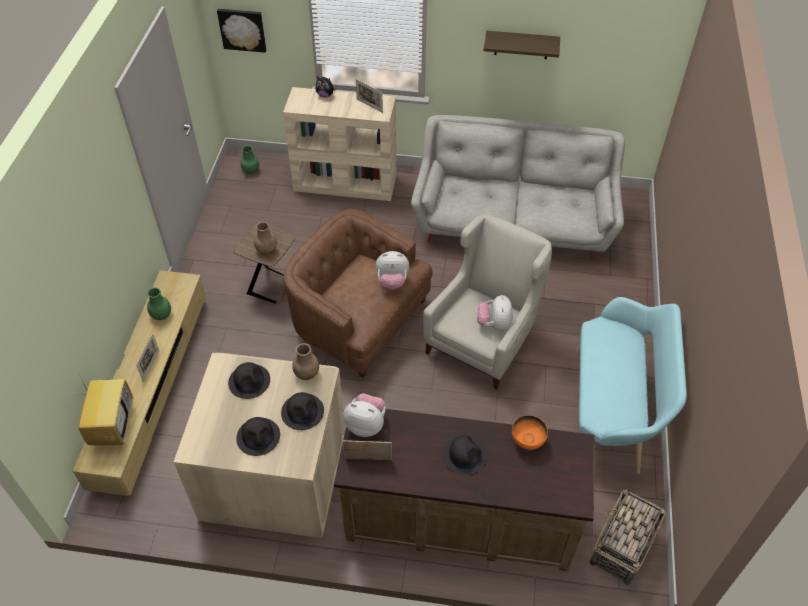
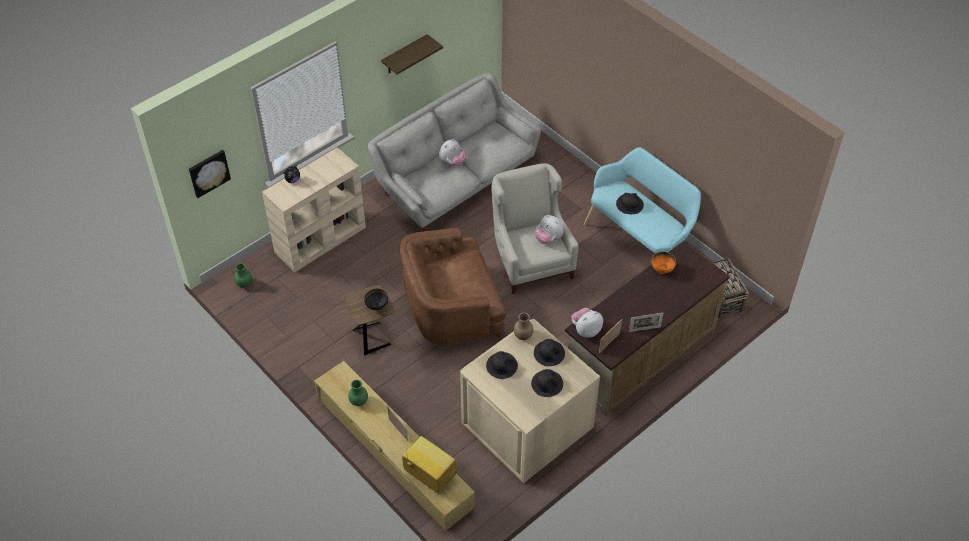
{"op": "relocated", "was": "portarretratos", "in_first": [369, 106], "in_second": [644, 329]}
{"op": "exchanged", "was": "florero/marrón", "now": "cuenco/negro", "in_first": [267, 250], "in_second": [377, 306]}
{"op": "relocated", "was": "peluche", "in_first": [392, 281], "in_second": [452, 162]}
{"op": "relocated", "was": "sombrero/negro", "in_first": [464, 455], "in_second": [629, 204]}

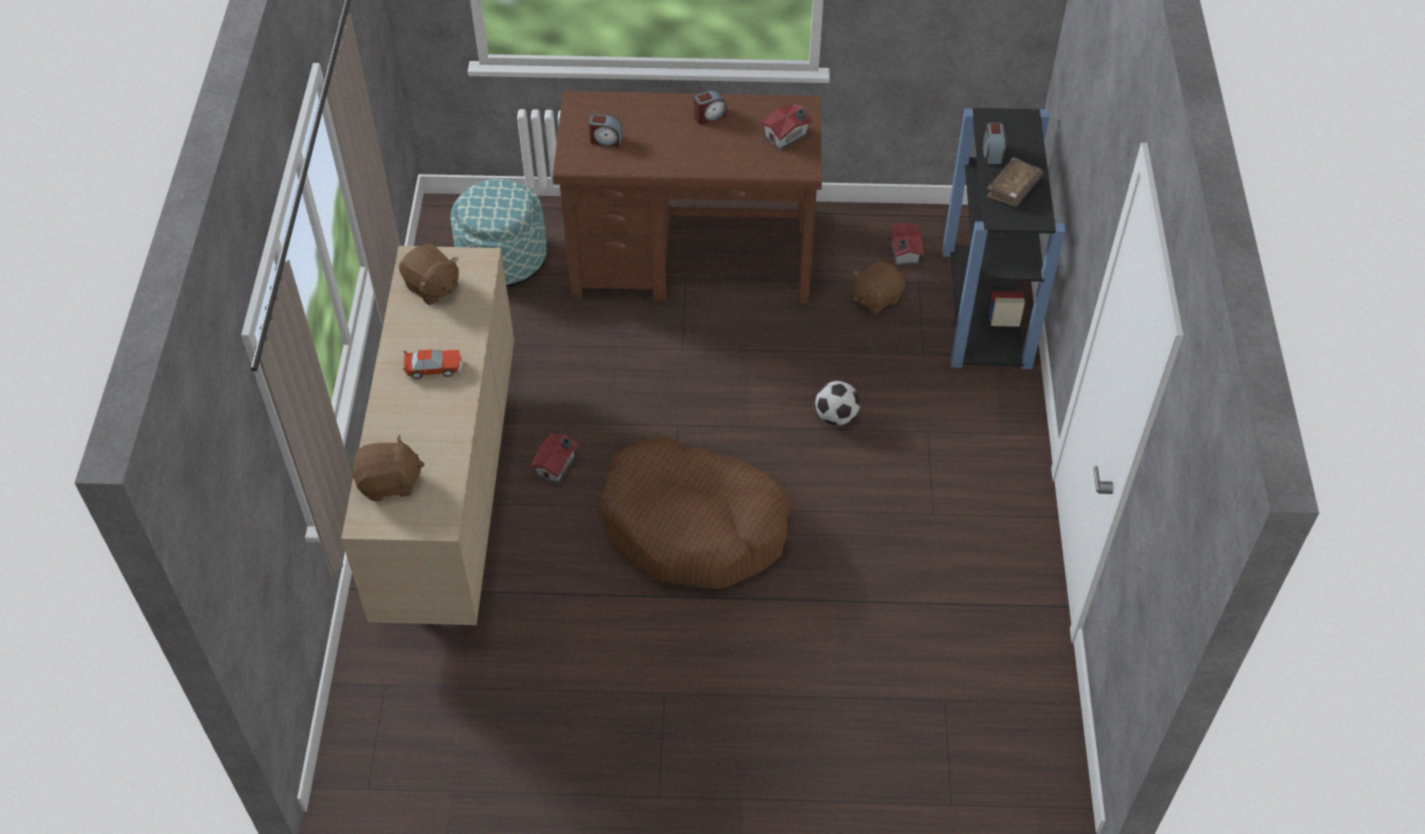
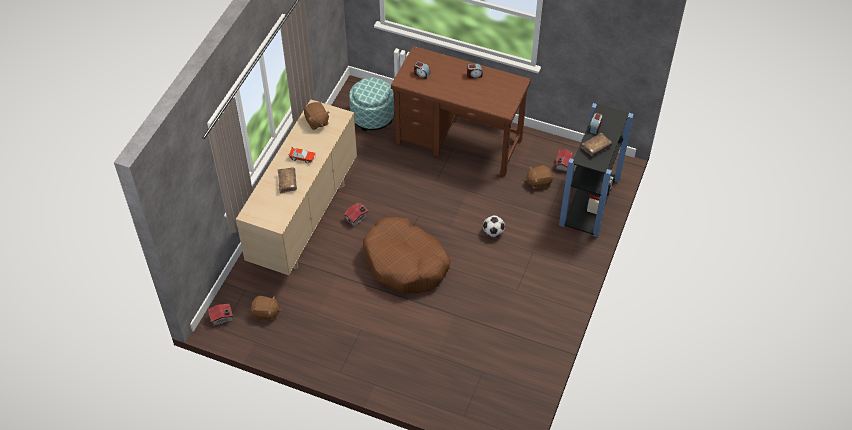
{"op": "relocated", "was": "casita", "in_first": [787, 136], "in_second": [222, 318]}
{"op": "relocated", "was": "peluche/marrón", "in_first": [389, 483], "in_second": [266, 313]}
{"op": "appeared", "now": "libro/marrón", "in_second": [287, 182]}

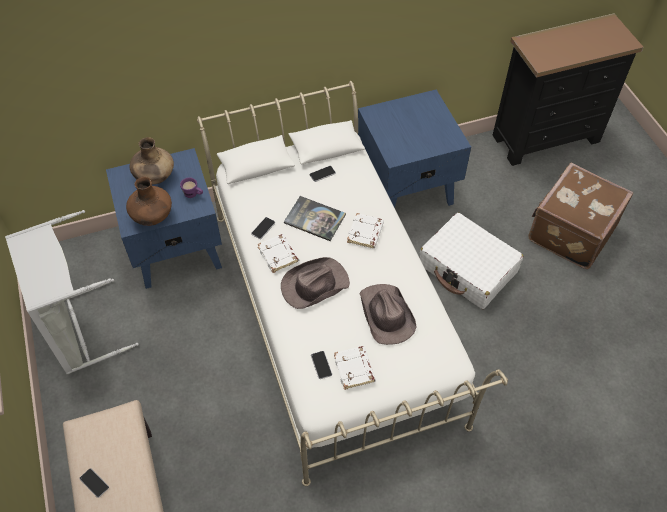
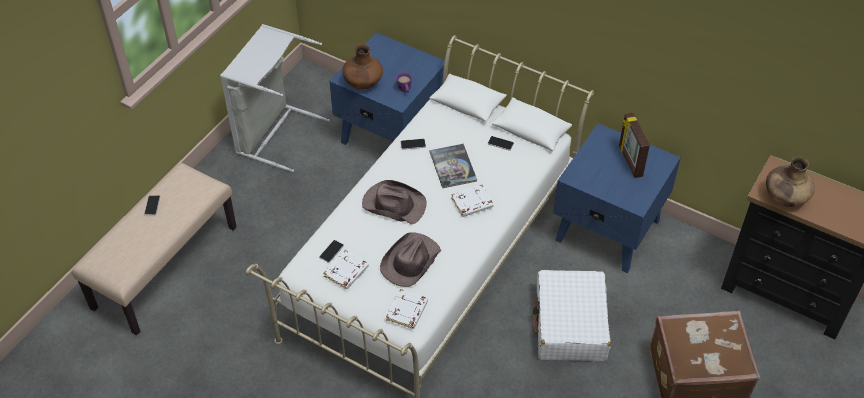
{"op": "relocated", "was": "florero/marrón", "in_first": [154, 177], "in_second": [784, 198]}
{"op": "relocated", "was": "libro/blanco", "in_first": [279, 255], "in_second": [407, 312]}
{"op": "appeared", "now": "portarretratos", "in_second": [629, 161]}

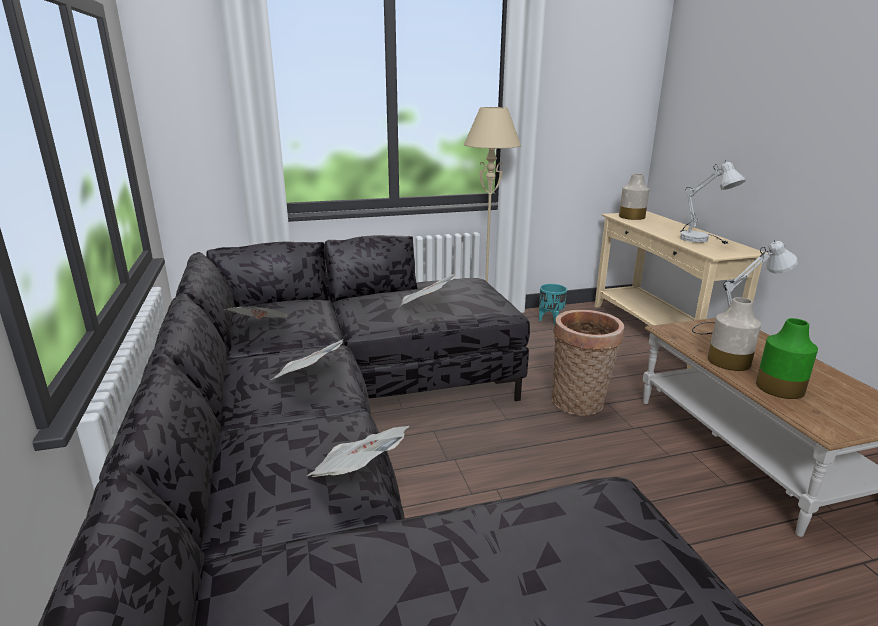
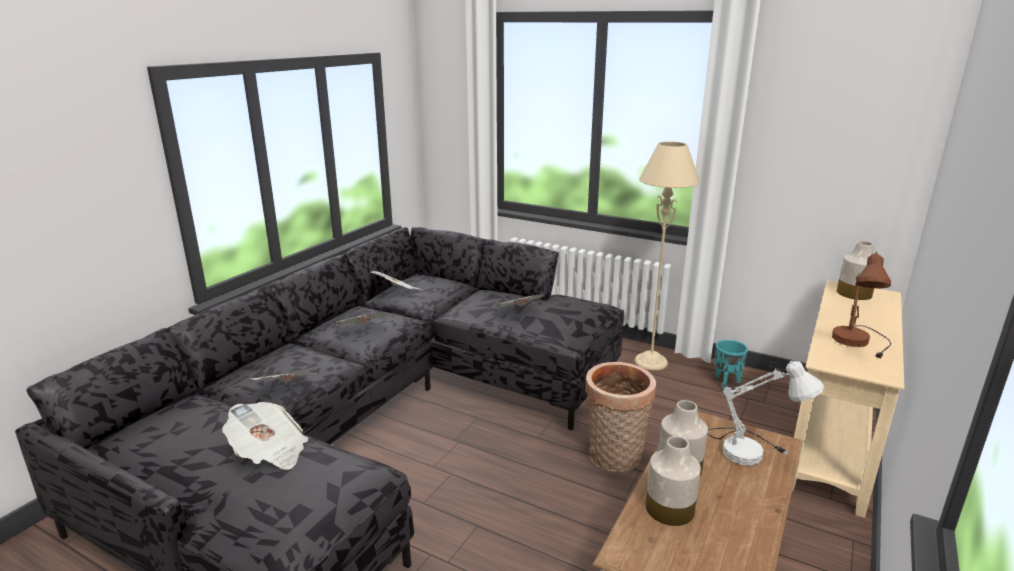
{"op": "colour", "was": "lámpara de mesa/blanco", "now": "lámpara de mesa/marrón", "in_first": [703, 240], "in_second": [861, 344]}
{"op": "colour", "was": "florero/verde", "now": "florero/beis", "in_first": [780, 387], "in_second": [670, 508]}
{"op": "appeared", "now": "periódico", "in_second": [270, 452]}

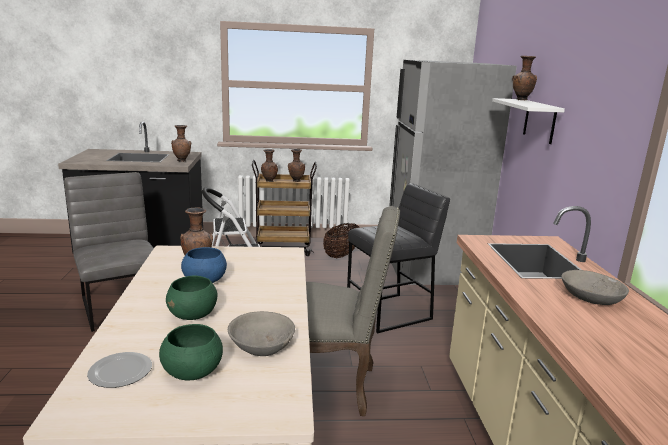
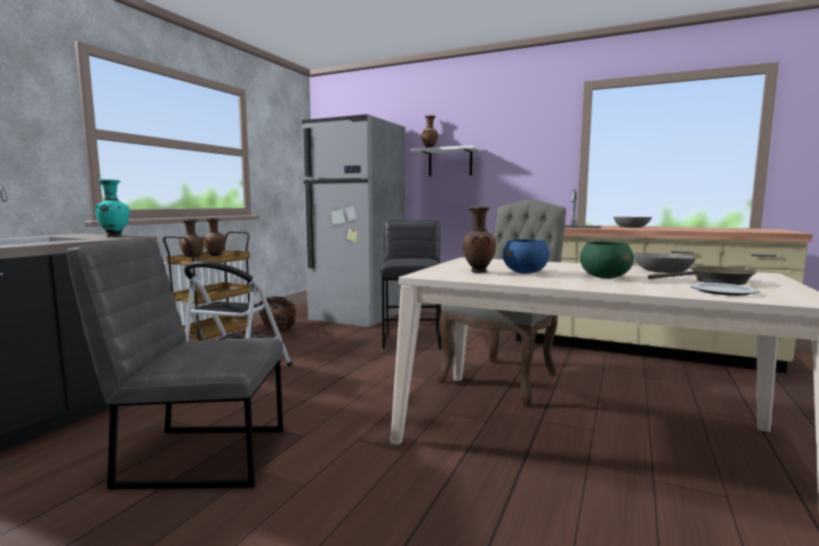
{"op": "colour", "was": "florero/marrón", "now": "florero/turquesa", "in_first": [182, 160], "in_second": [114, 236]}
{"op": "exchanged", "was": "cuenco/verde", "now": "sartén/marrón", "in_first": [192, 373], "in_second": [715, 281]}

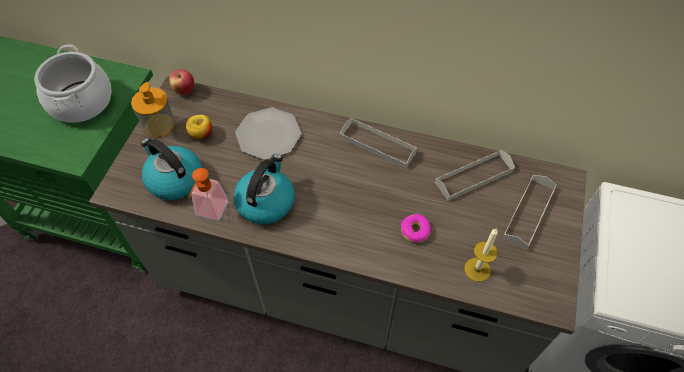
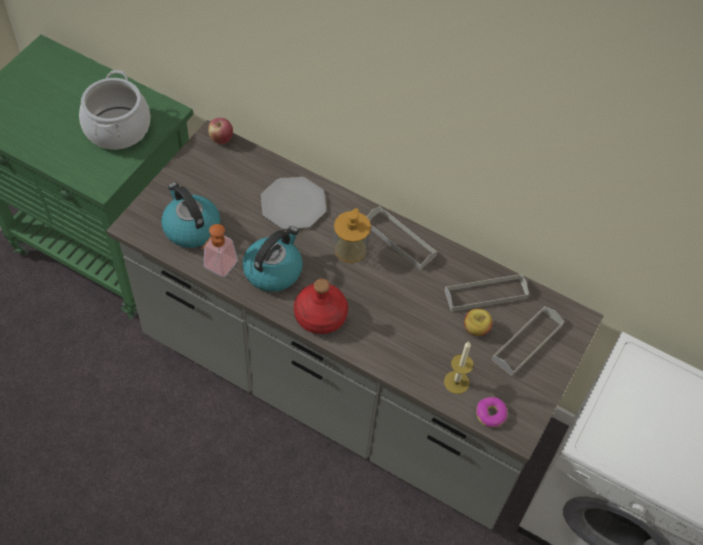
{"op": "relocated", "was": "dispensador de jabón", "in_first": [159, 125], "in_second": [350, 249]}
{"op": "relocated", "was": "manzana", "in_first": [201, 134], "in_second": [476, 329]}
{"op": "relocated", "was": "rosquilla", "in_first": [415, 231], "in_second": [490, 414]}
{"op": "appeared", "now": "botella/rojo", "in_second": [320, 316]}

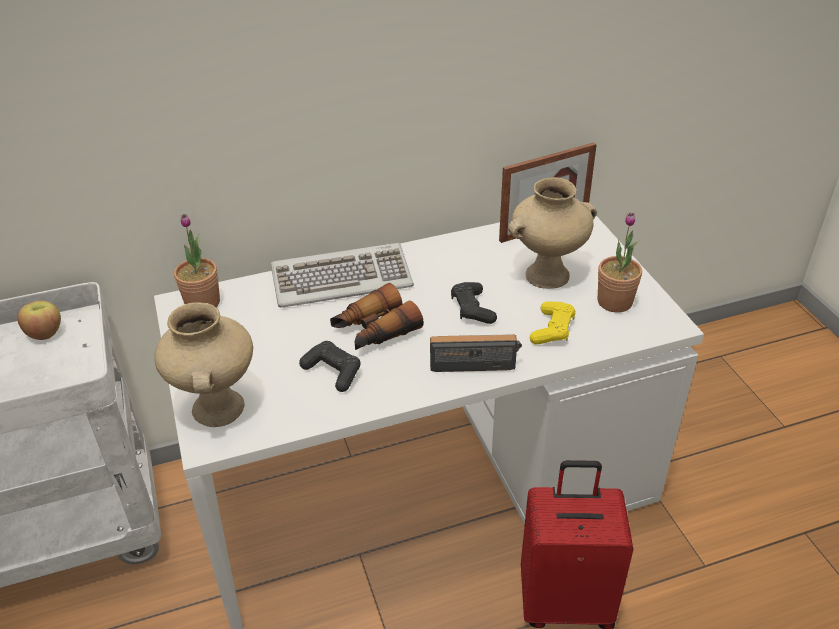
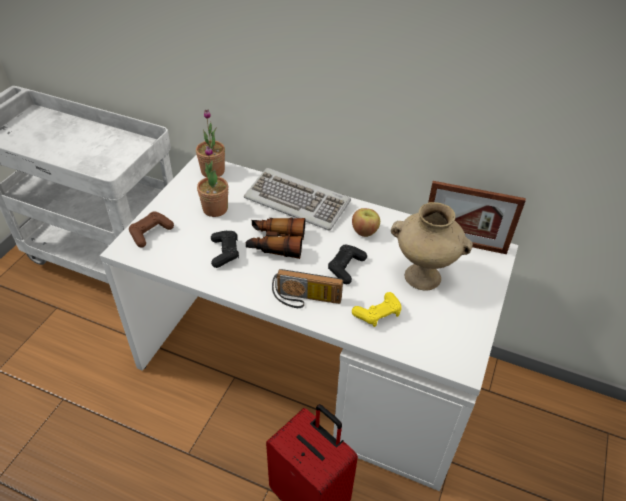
{"op": "relocated", "was": "planta en maceta", "in_first": [614, 302], "in_second": [215, 209]}
{"op": "relocated", "was": "manzana", "in_first": [45, 333], "in_second": [365, 231]}
{"op": "exchanged", "was": "florero/beis", "now": "mando de consola/marrón", "in_first": [217, 407], "in_second": [150, 233]}
{"op": "spun", "was": "radio", "in_first": [475, 361], "in_second": [305, 300], "clockwise": 150}

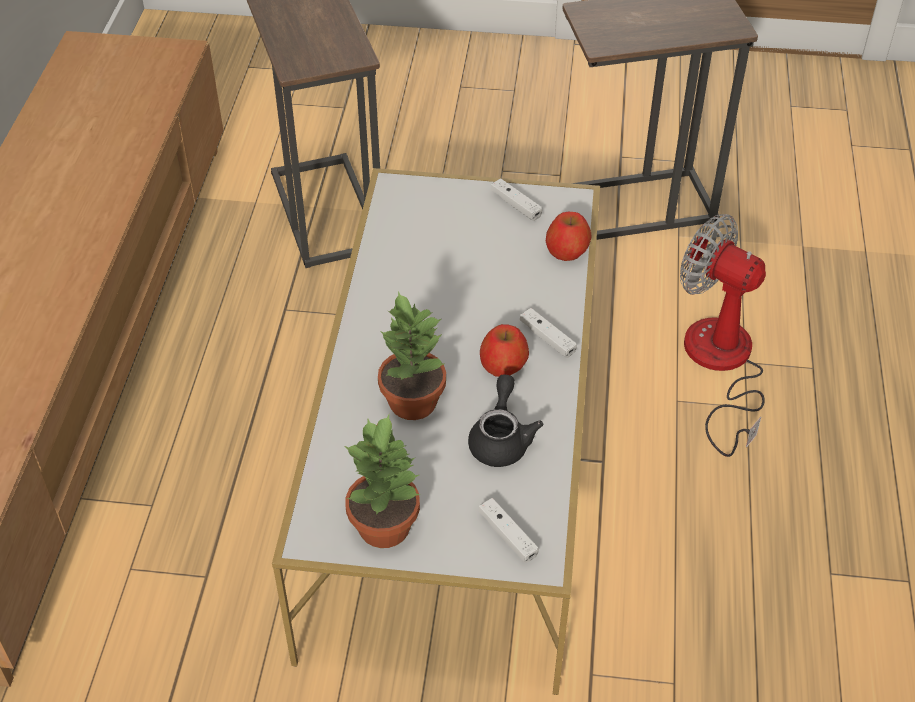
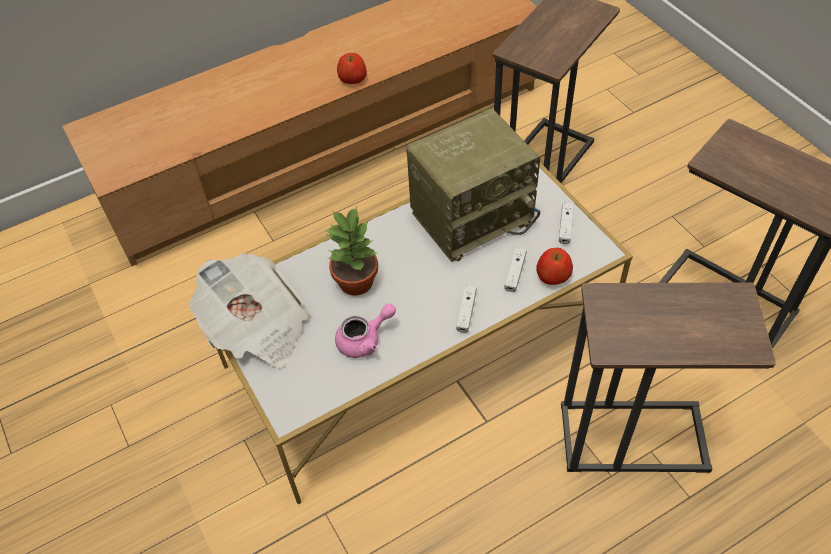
{"op": "exchanged", "was": "ventilador", "now": "mesa auxiliar/marrón", "in_first": [720, 365], "in_second": [632, 438]}
{"op": "relocated", "was": "manzana", "in_first": [503, 365], "in_second": [352, 79]}
{"op": "colour", "was": "tetera/negro", "now": "tetera/rosa", "in_first": [501, 439], "in_second": [364, 340]}
{"op": "exchanged", "was": "planta en maceta", "now": "periódico", "in_first": [386, 526], "in_second": [256, 328]}
{"op": "relocated", "was": "mando de consola/blanco", "in_first": [507, 535], "in_second": [515, 273]}
{"op": "appeared", "now": "radio", "in_second": [472, 216]}

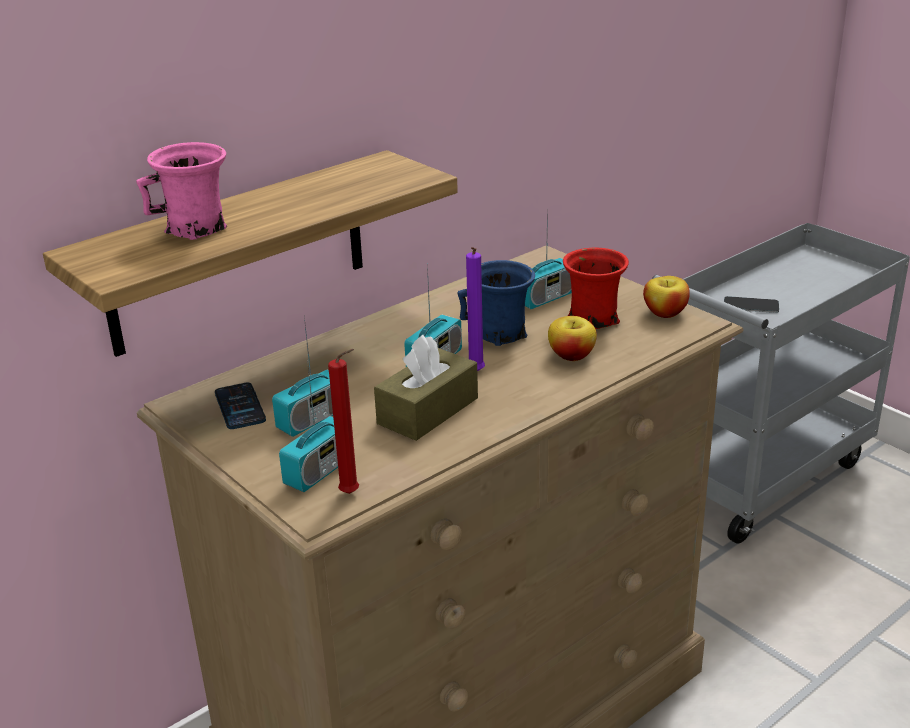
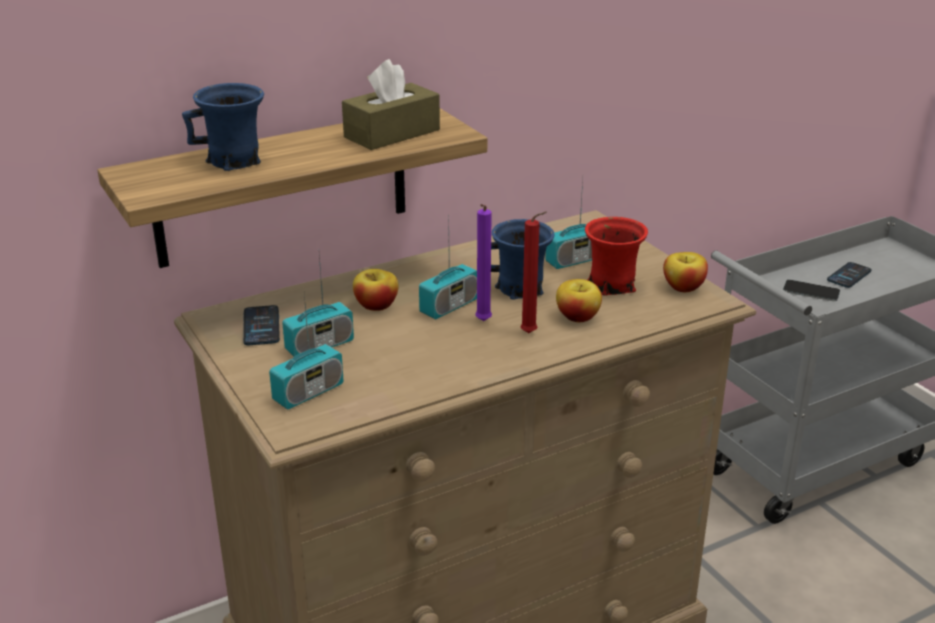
{"op": "colour", "was": "taza grande/rosa", "now": "taza grande/azul", "in_first": [197, 229], "in_second": [235, 161]}
{"op": "relocated", "was": "caja de pañuelos/marrón", "in_first": [428, 411], "in_second": [392, 133]}
{"op": "relocated", "was": "vela/rojo", "in_first": [352, 494], "in_second": [531, 334]}
{"op": "appeared", "now": "móvil", "in_second": [849, 276]}
{"op": "appeared", "now": "manzana", "in_second": [376, 305]}

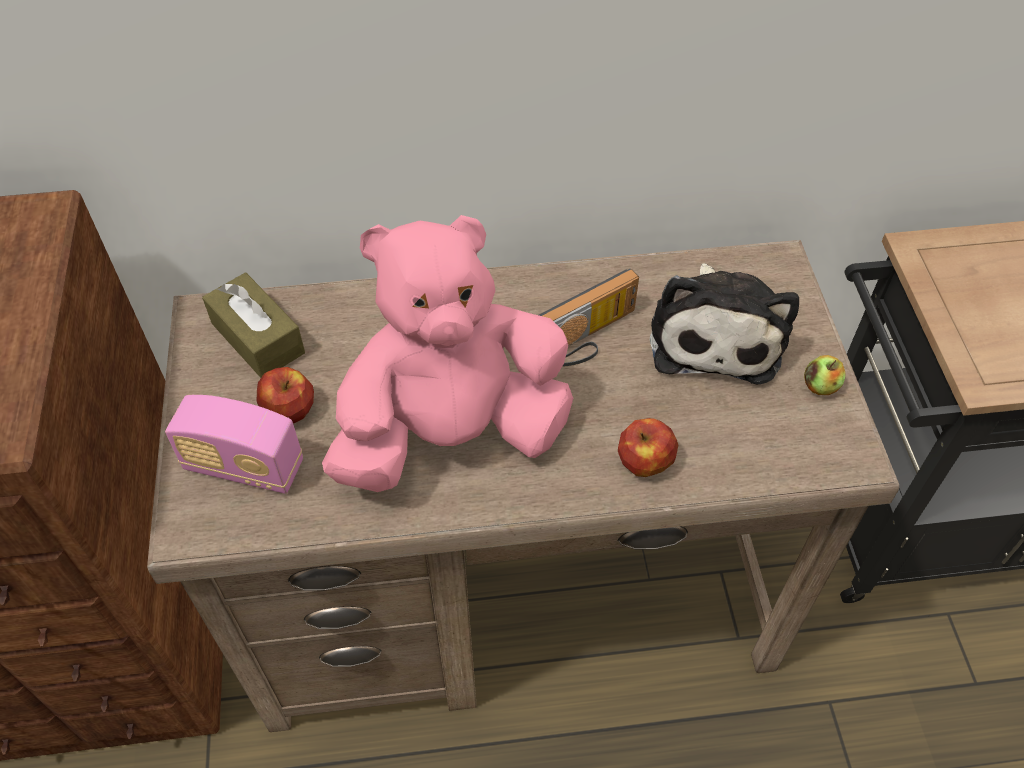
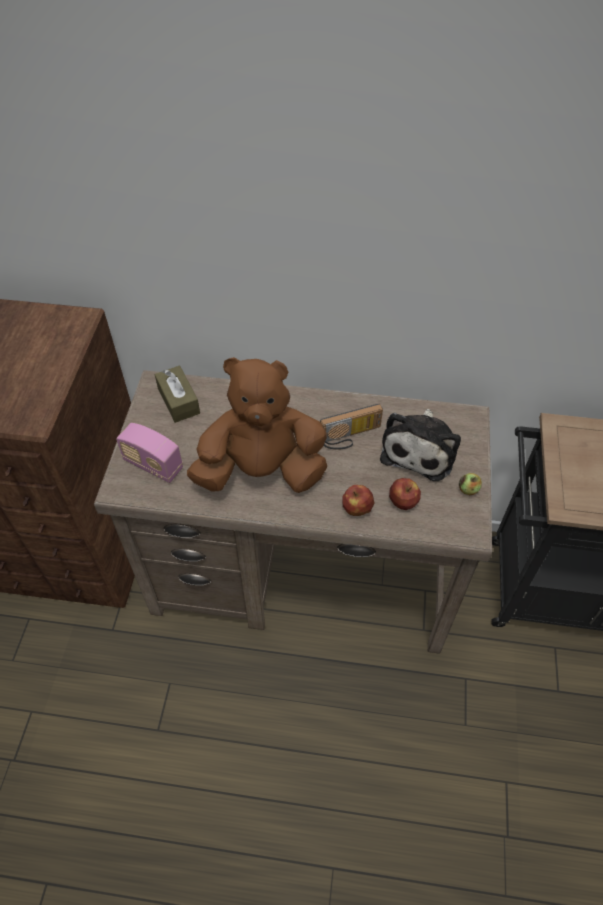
{"op": "colour", "was": "peluche/rosa", "now": "peluche/marrón", "in_first": [452, 433], "in_second": [261, 471]}
{"op": "relocated", "was": "manzana", "in_first": [289, 410], "in_second": [403, 501]}

